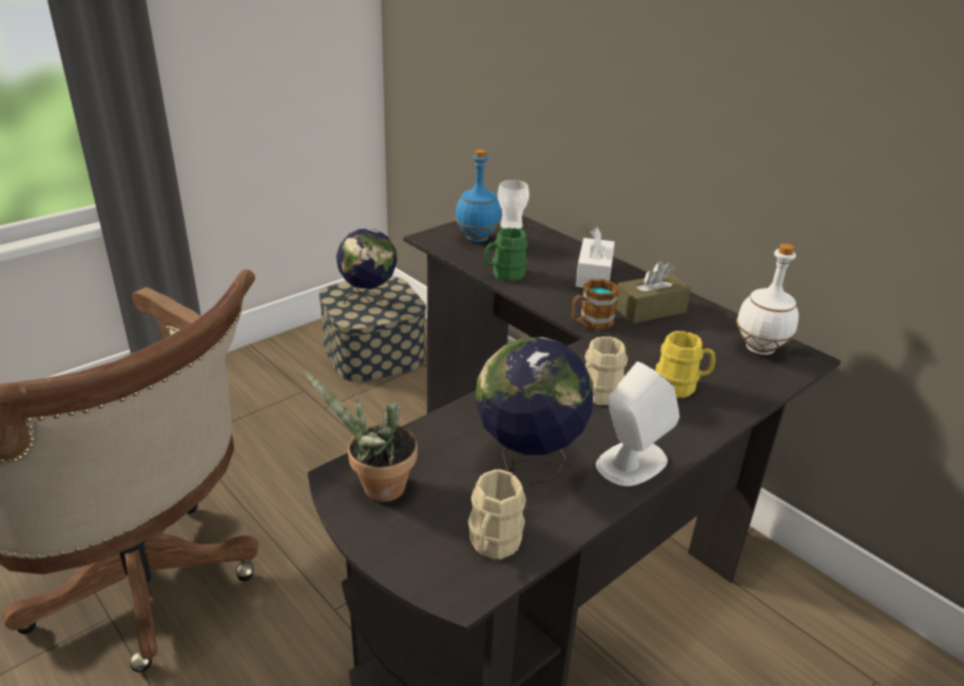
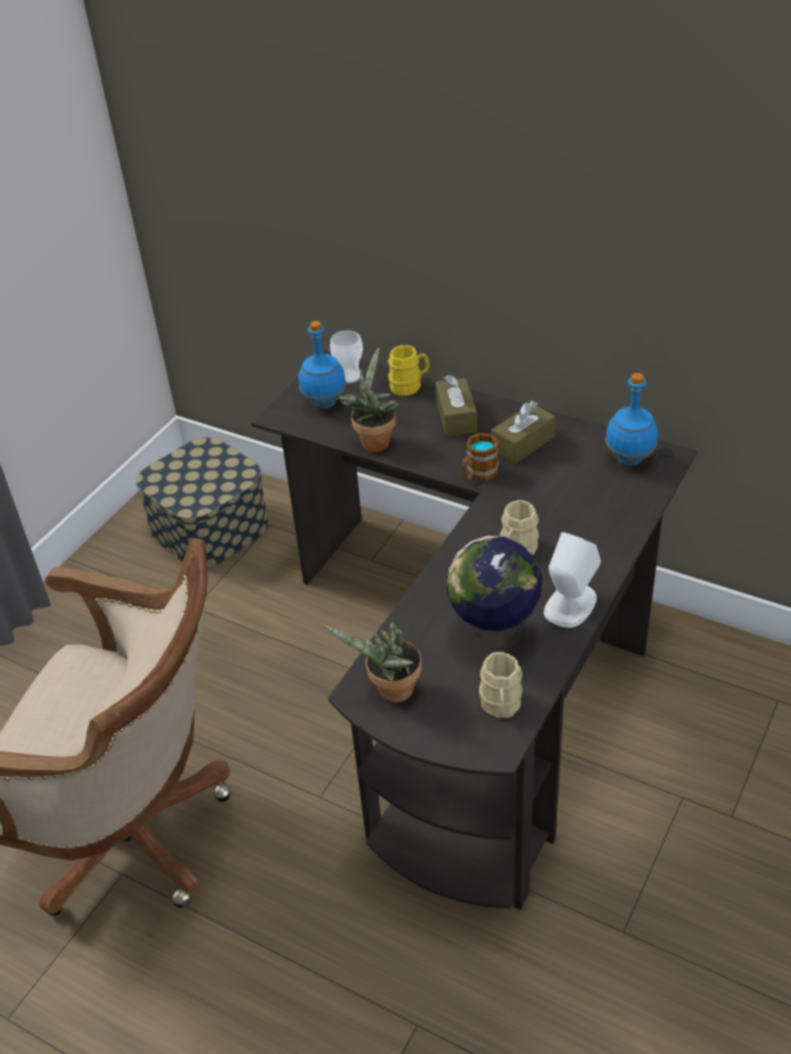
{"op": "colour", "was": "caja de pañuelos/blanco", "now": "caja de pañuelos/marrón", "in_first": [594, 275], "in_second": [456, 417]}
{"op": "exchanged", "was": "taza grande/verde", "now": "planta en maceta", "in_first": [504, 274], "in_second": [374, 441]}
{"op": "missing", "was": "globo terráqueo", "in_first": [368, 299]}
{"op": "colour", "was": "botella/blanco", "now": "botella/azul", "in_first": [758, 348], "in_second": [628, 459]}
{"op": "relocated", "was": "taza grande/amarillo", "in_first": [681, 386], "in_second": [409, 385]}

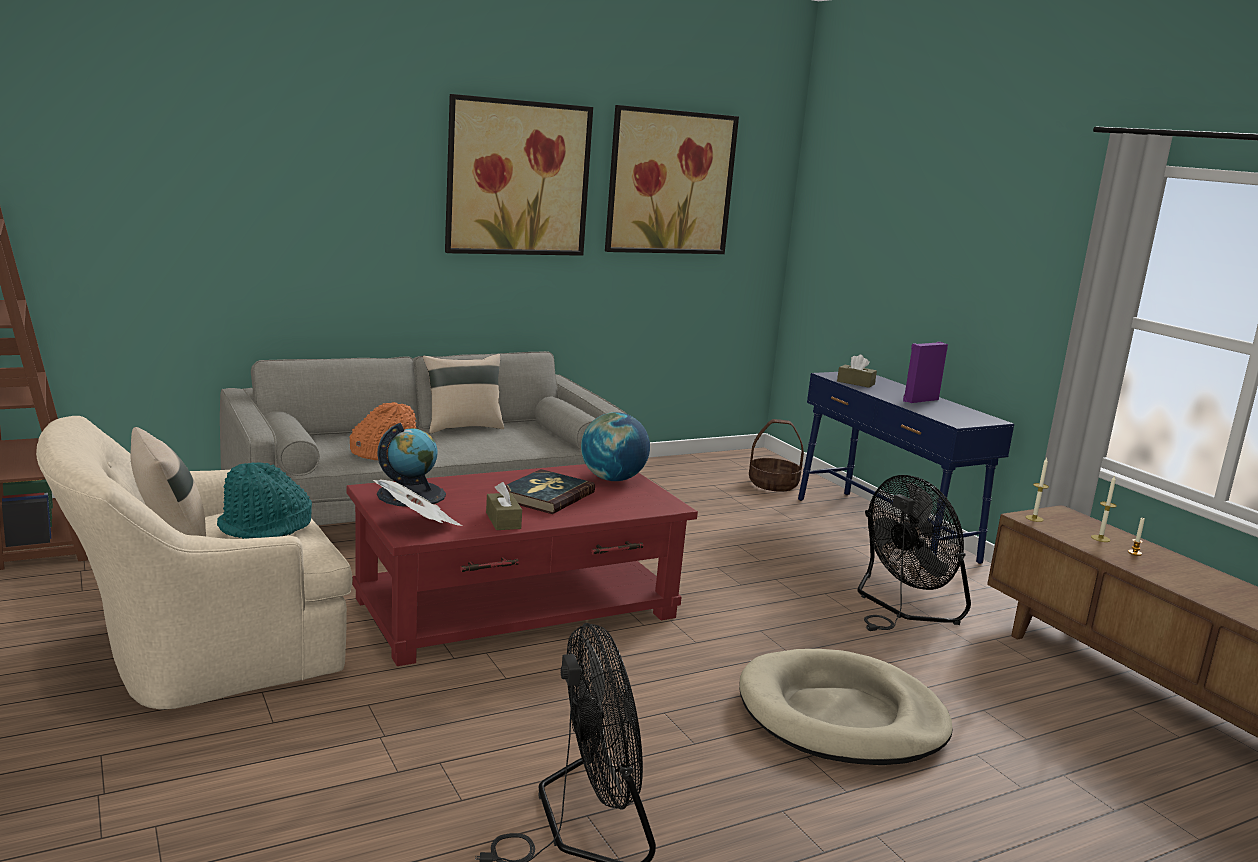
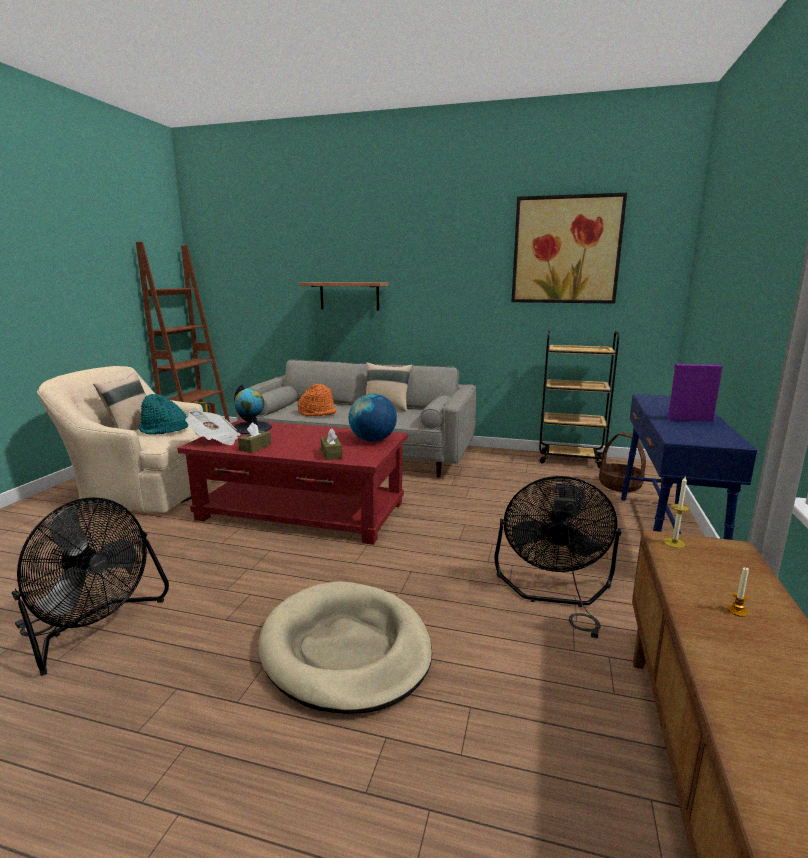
{"op": "missing", "was": "cuadro", "in_first": [518, 178]}
{"op": "relocated", "was": "caja de pañuelos/marrón", "in_first": [855, 383], "in_second": [331, 454]}
{"op": "missing", "was": "libro", "in_first": [546, 496]}
{"op": "spun", "was": "ventilador/negro", "in_first": [896, 605], "in_second": [558, 594], "clockwise": -90}
{"op": "missing", "was": "vela", "in_first": [1100, 538]}
{"op": "appeared", "now": "estante", "in_second": [349, 296]}
{"op": "appeared", "now": "carrito/marrón", "in_second": [571, 460]}

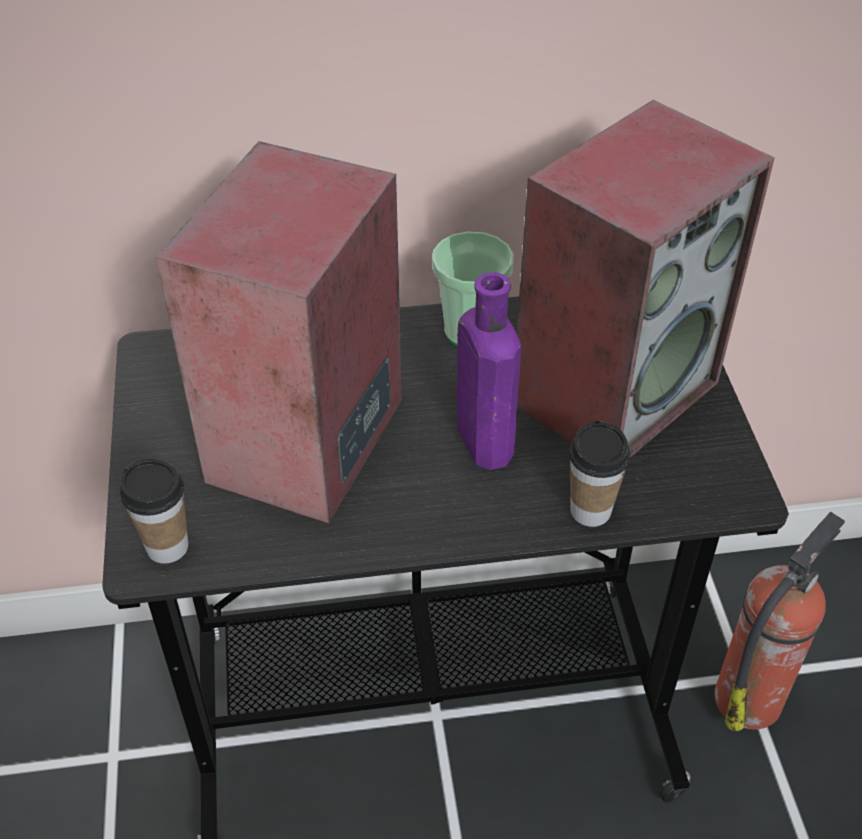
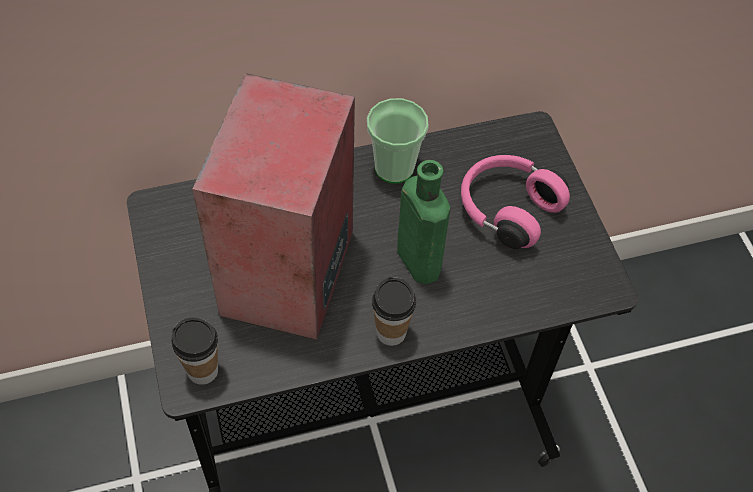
{"op": "exchanged", "was": "altavoz", "now": "auriculares/rosa", "in_first": [615, 390], "in_second": [507, 209]}
{"op": "colour", "was": "botella/morado", "now": "botella/verde", "in_first": [482, 438], "in_second": [416, 258]}
{"op": "relocated", "was": "taza", "in_first": [590, 511], "in_second": [391, 332]}
{"op": "missing", "was": "extintor", "in_first": [750, 696]}

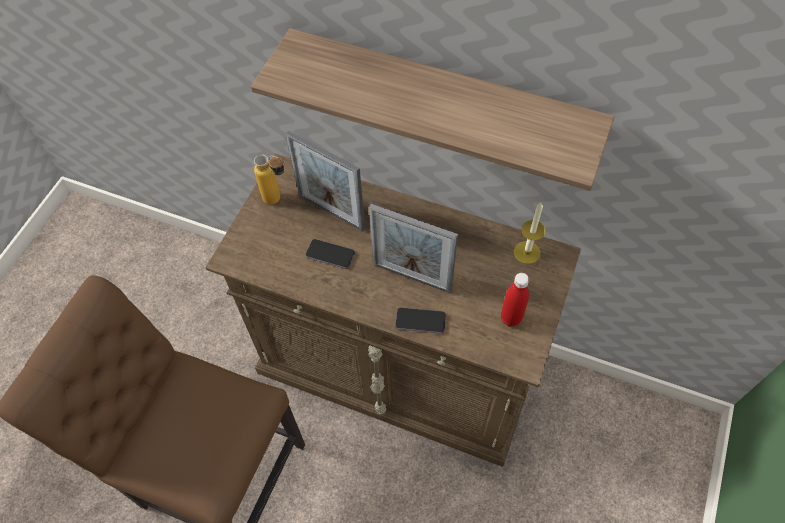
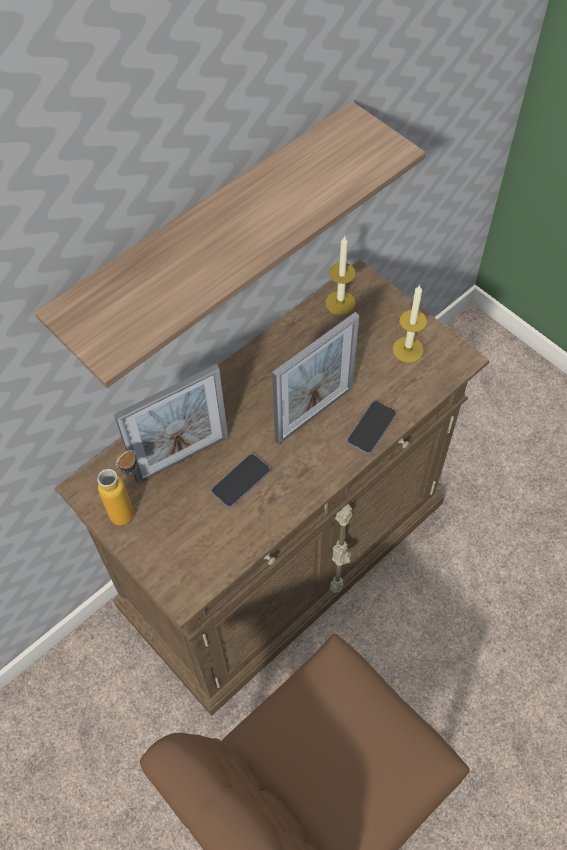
{"op": "exchanged", "was": "botella/rojo", "now": "vela", "in_first": [511, 318], "in_second": [407, 349]}

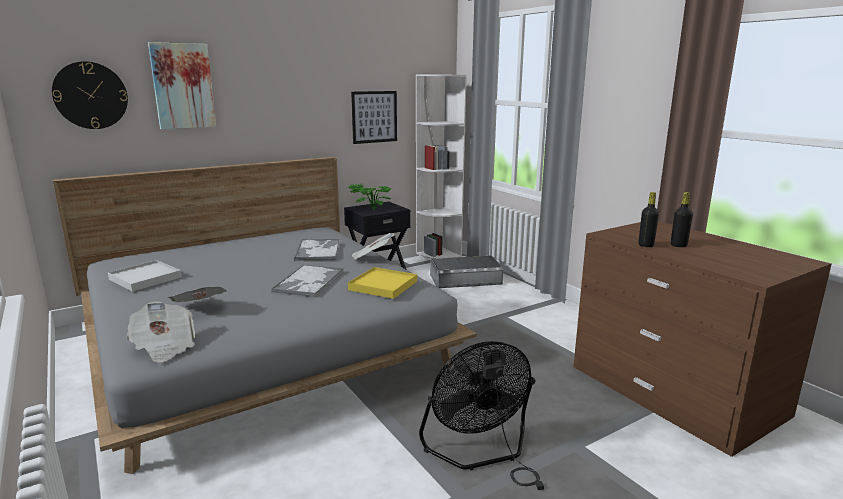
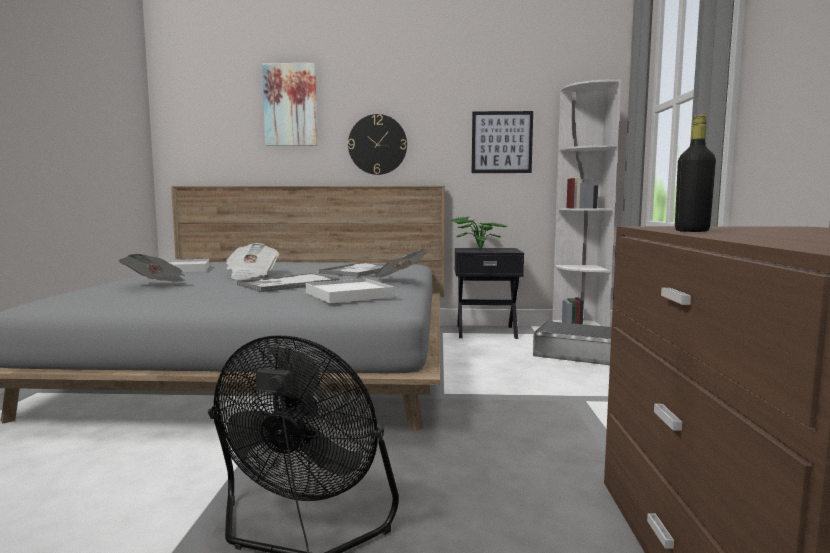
{"op": "relocated", "was": "reloj de pared", "in_first": [90, 95], "in_second": [377, 144]}
{"op": "missing", "was": "botella/negro", "in_first": [678, 245]}
{"op": "colour", "was": "bandeja/amarillo", "now": "bandeja/blanco", "in_first": [383, 285], "in_second": [349, 295]}
{"op": "relocated", "was": "periódico", "in_first": [164, 347], "in_second": [251, 276]}

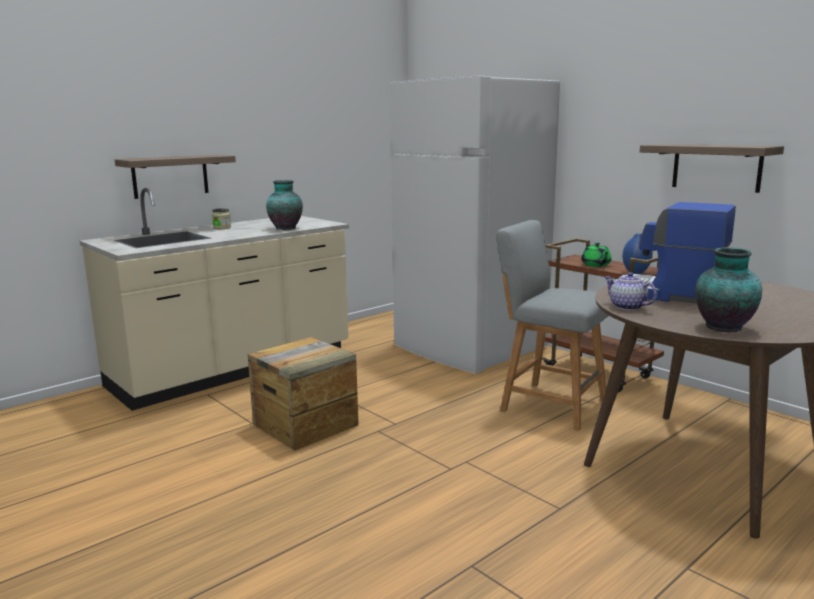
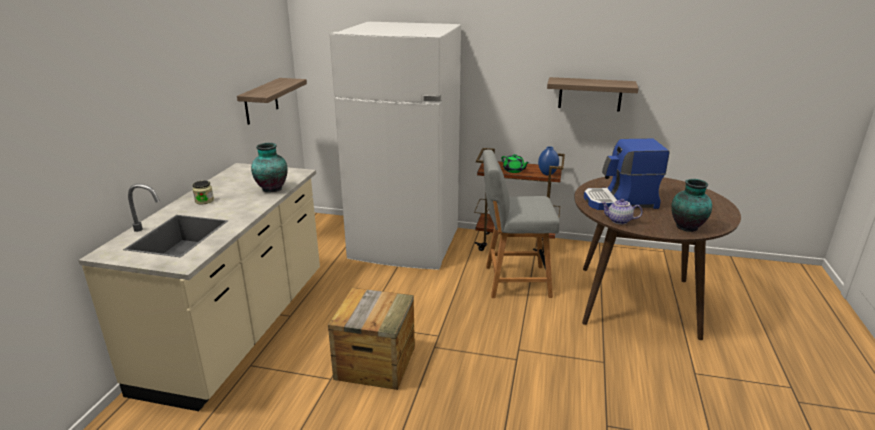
{"op": "relocated", "was": "estante", "in_first": [170, 176], "in_second": [261, 101]}

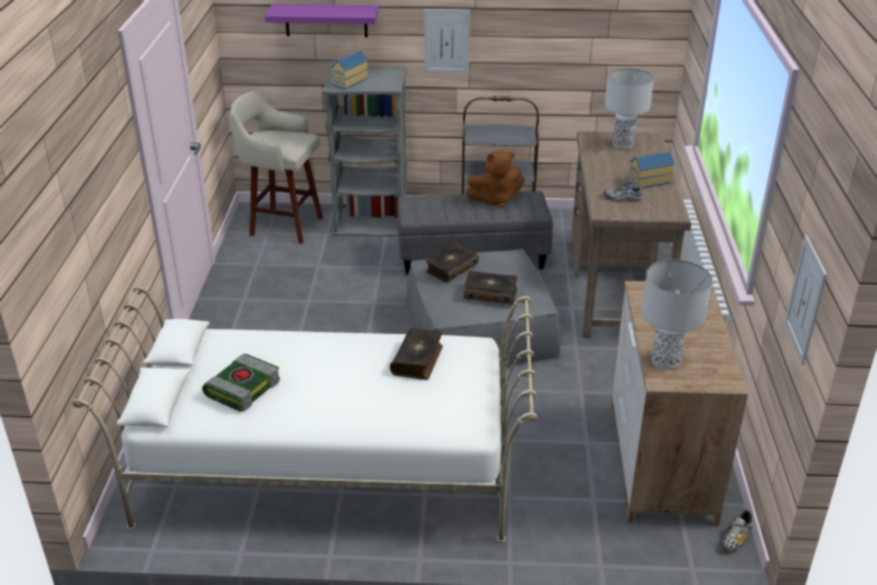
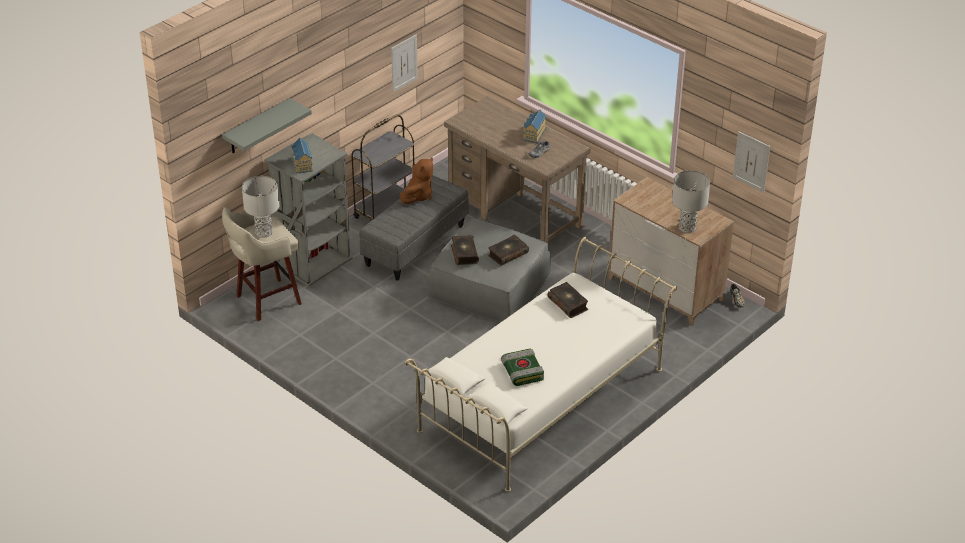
{"op": "colour", "was": "estante/morado", "now": "estante/gris", "in_first": [326, 20], "in_second": [257, 127]}
{"op": "relocated", "was": "cuadro", "in_first": [446, 41], "in_second": [404, 63]}
{"op": "relocated", "was": "lámpara de mesa/blanco", "in_first": [623, 145], "in_second": [264, 232]}

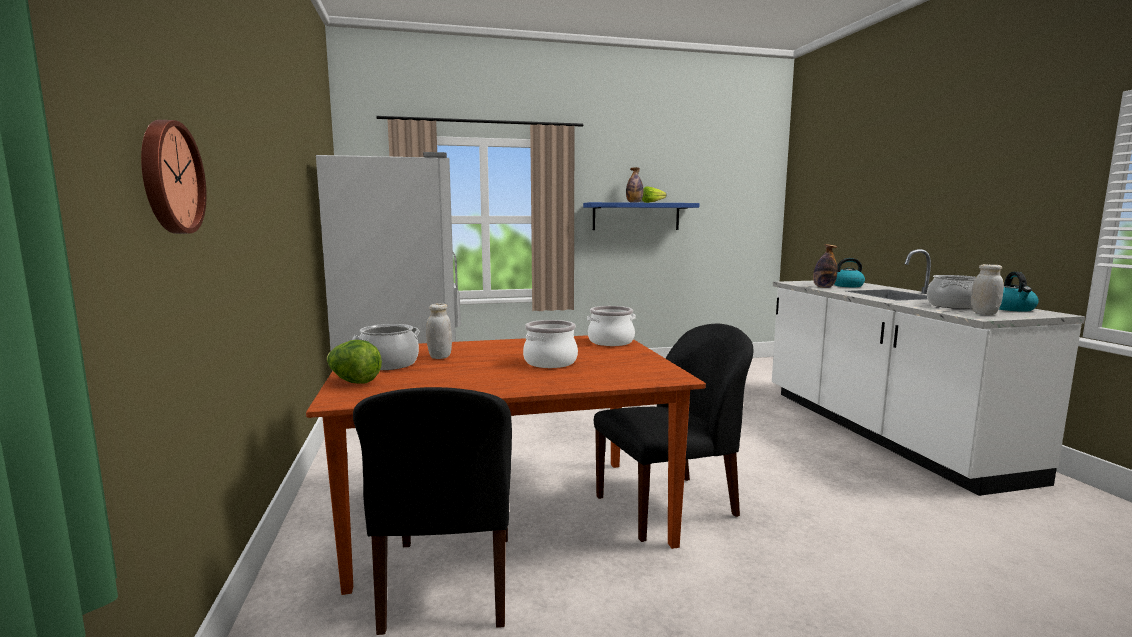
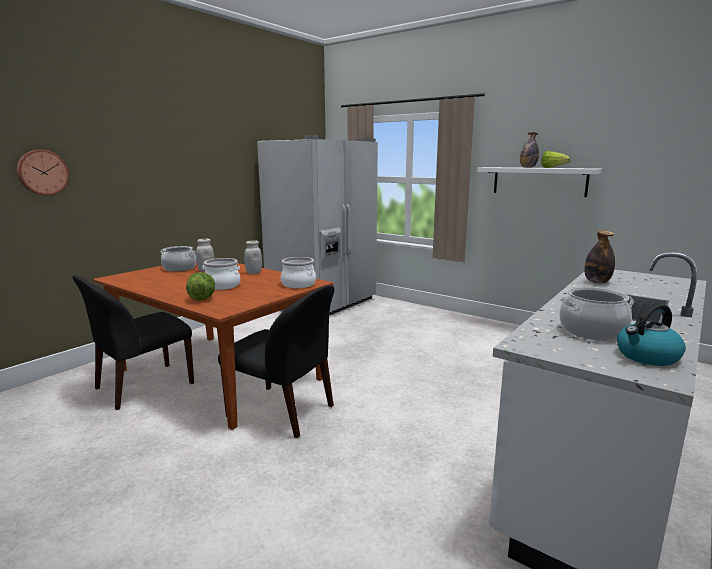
{"op": "colour", "was": "estante/azul", "now": "estante/blanco", "in_first": [636, 216], "in_second": [539, 181]}
{"op": "missing", "was": "hervidor", "in_first": [847, 286]}
{"op": "relocated", "was": "tarro/blanco", "in_first": [984, 313], "in_second": [253, 273]}
{"op": "relocated", "was": "lechuga", "in_first": [353, 382], "in_second": [202, 298]}

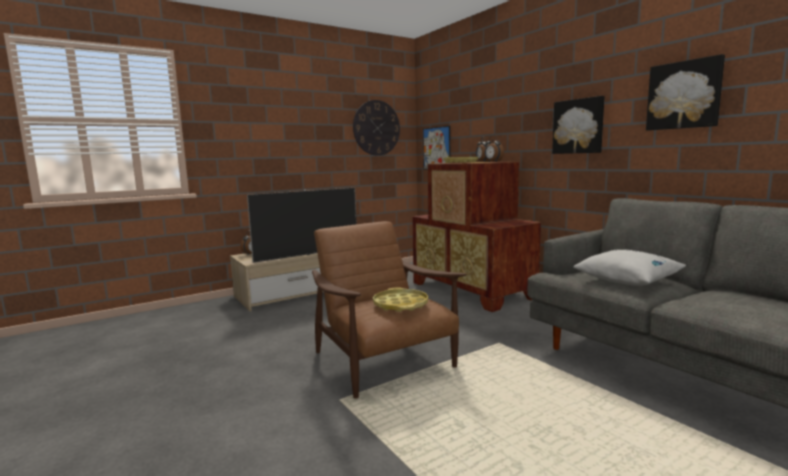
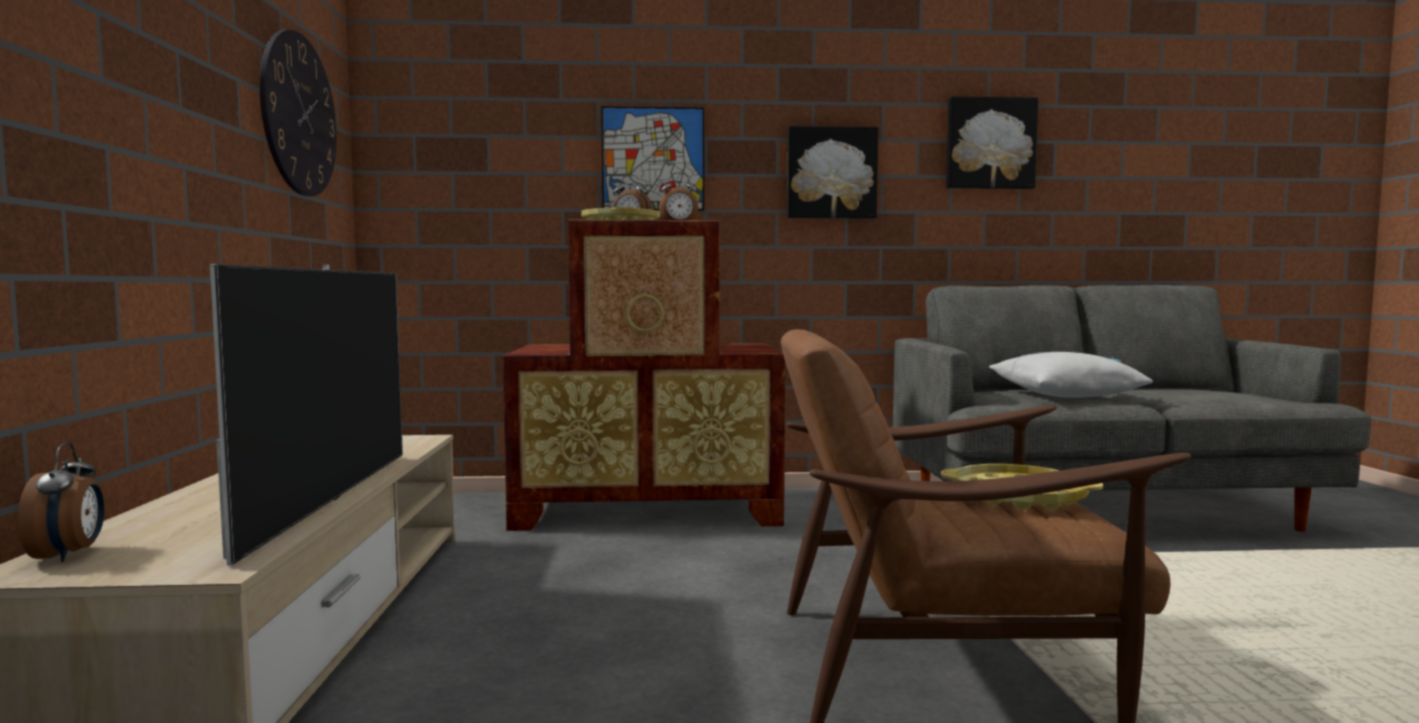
{"op": "relocated", "was": "cuadro", "in_first": [436, 148], "in_second": [653, 159]}

